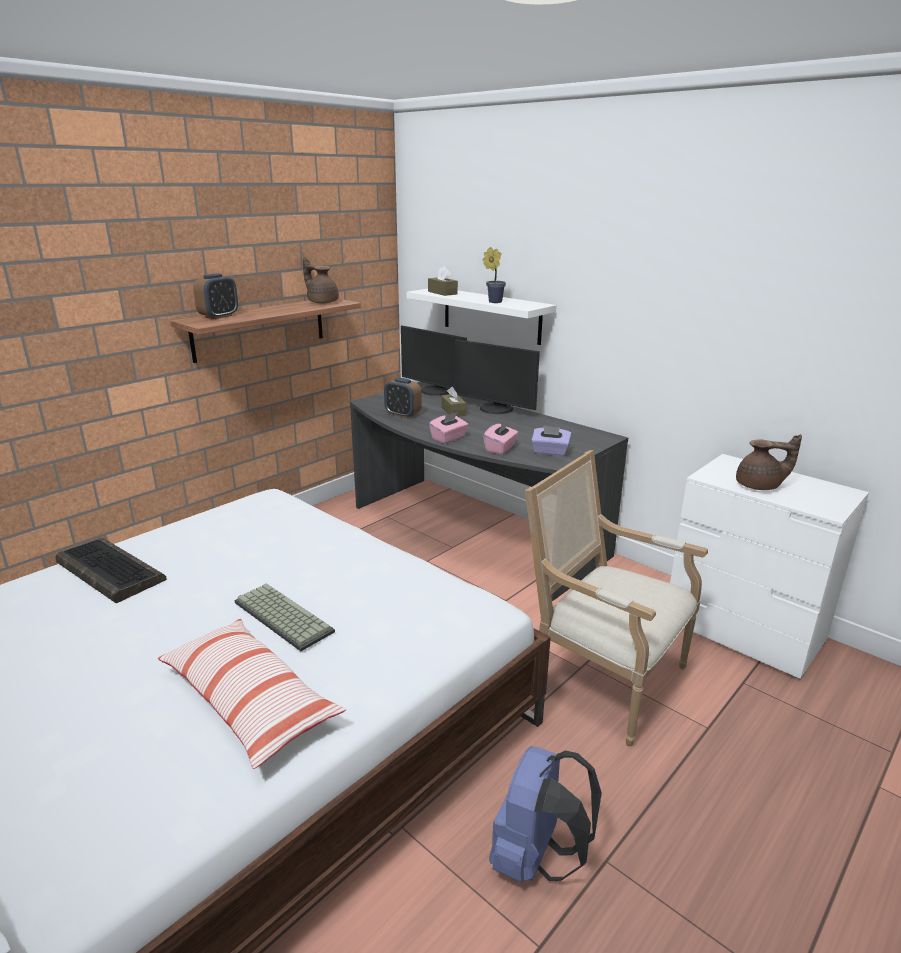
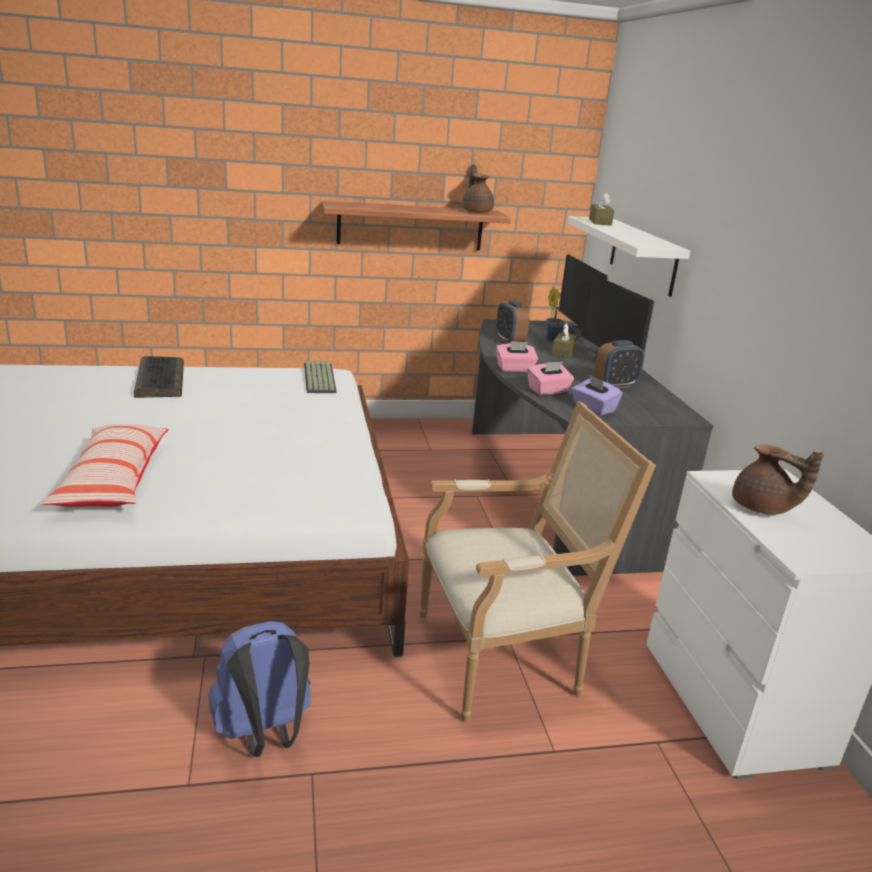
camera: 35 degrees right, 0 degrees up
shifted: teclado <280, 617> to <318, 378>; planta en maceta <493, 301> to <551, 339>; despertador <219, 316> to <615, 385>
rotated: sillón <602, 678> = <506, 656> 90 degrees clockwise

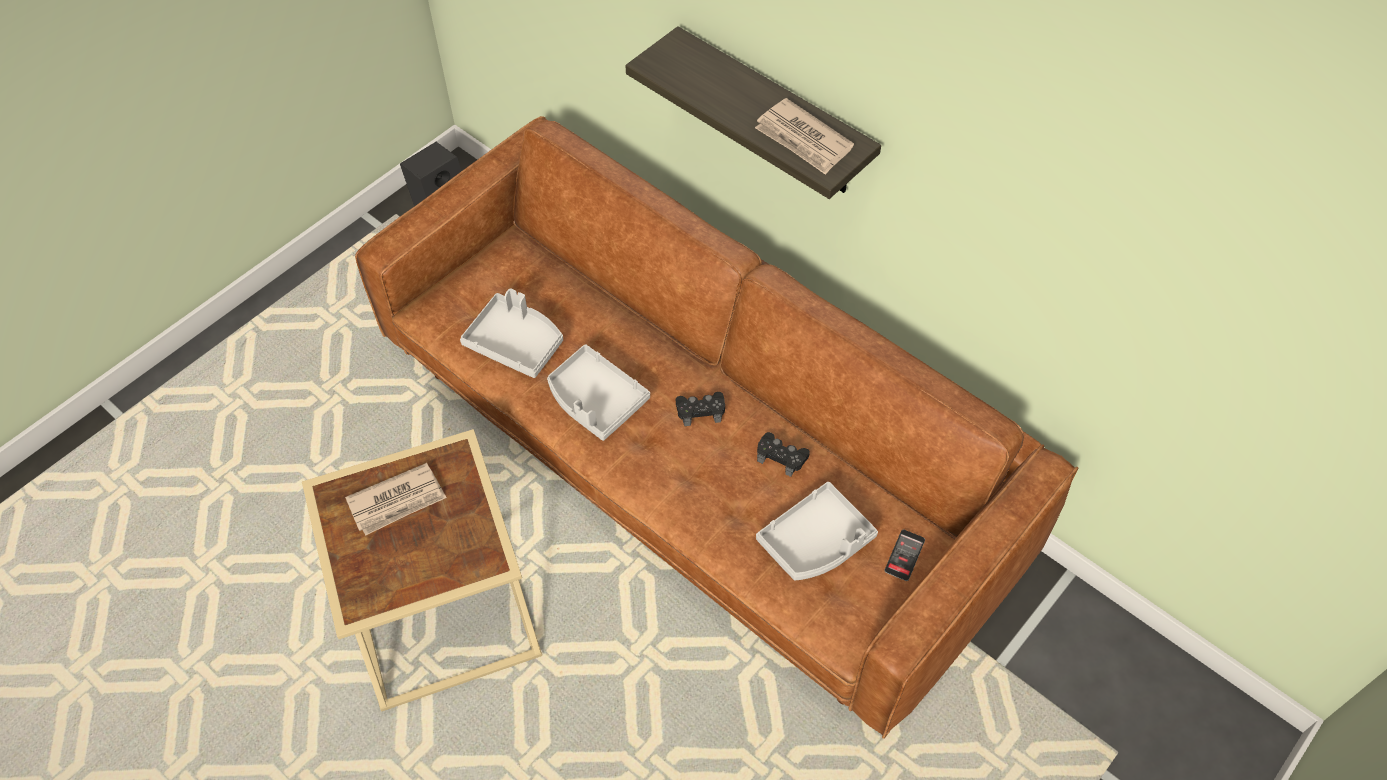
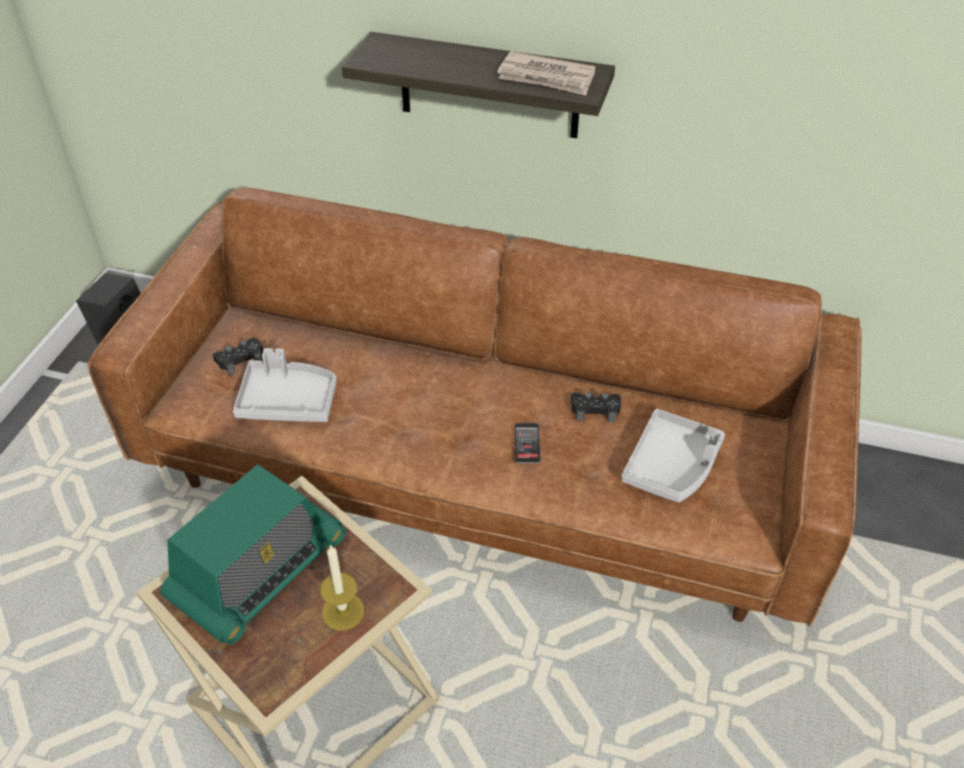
camera: 25 degrees left, 10 degrees down
gone: bandeja [gris] <595, 400>
new: vela <343, 611>
shifted: mando de consola [negro] <700, 411> to <240, 359>; móvil <904, 555> to <527, 443>
swapped: periódico <397, 501> to radio <258, 570>

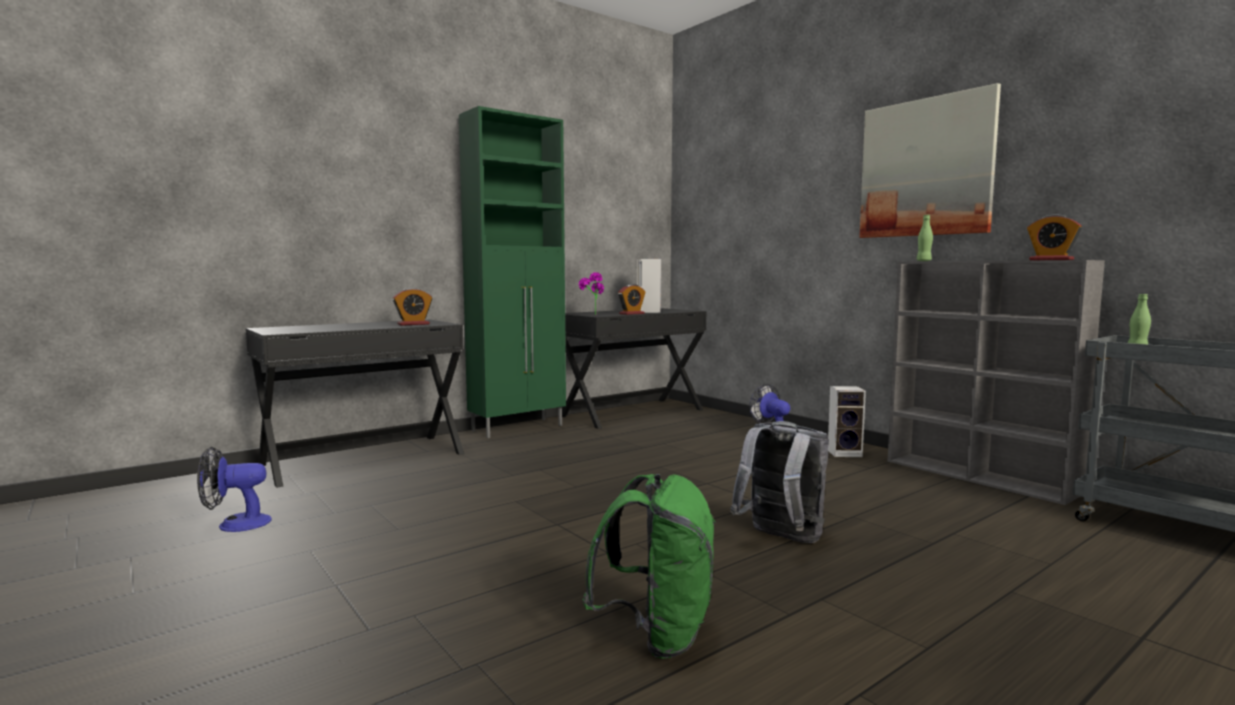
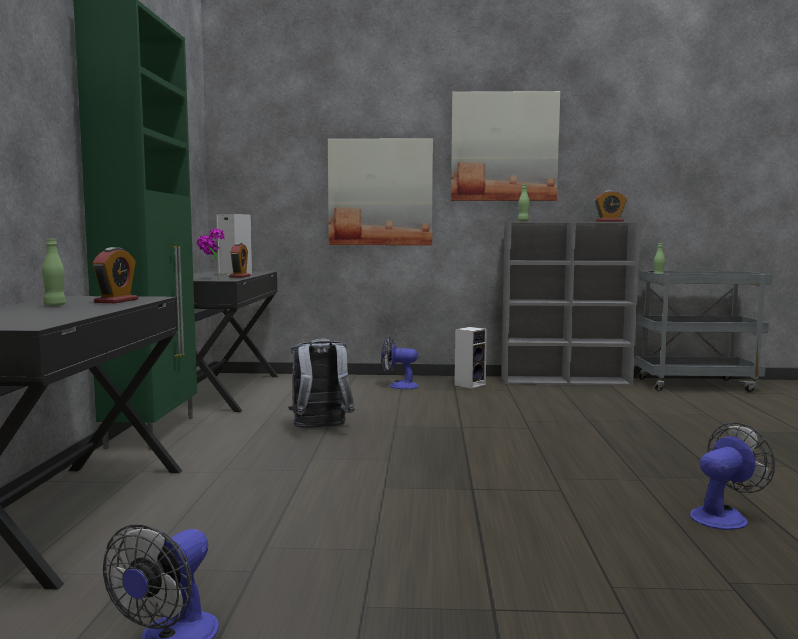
camera: 50 degrees left, 0 degrees up
new: botella [verde] <55, 305>; cuadro <380, 192>
shifted: mochila [gris] <781, 539> to <320, 429>
swapped: mochila [verde] <657, 635> to ventilador <724, 516>

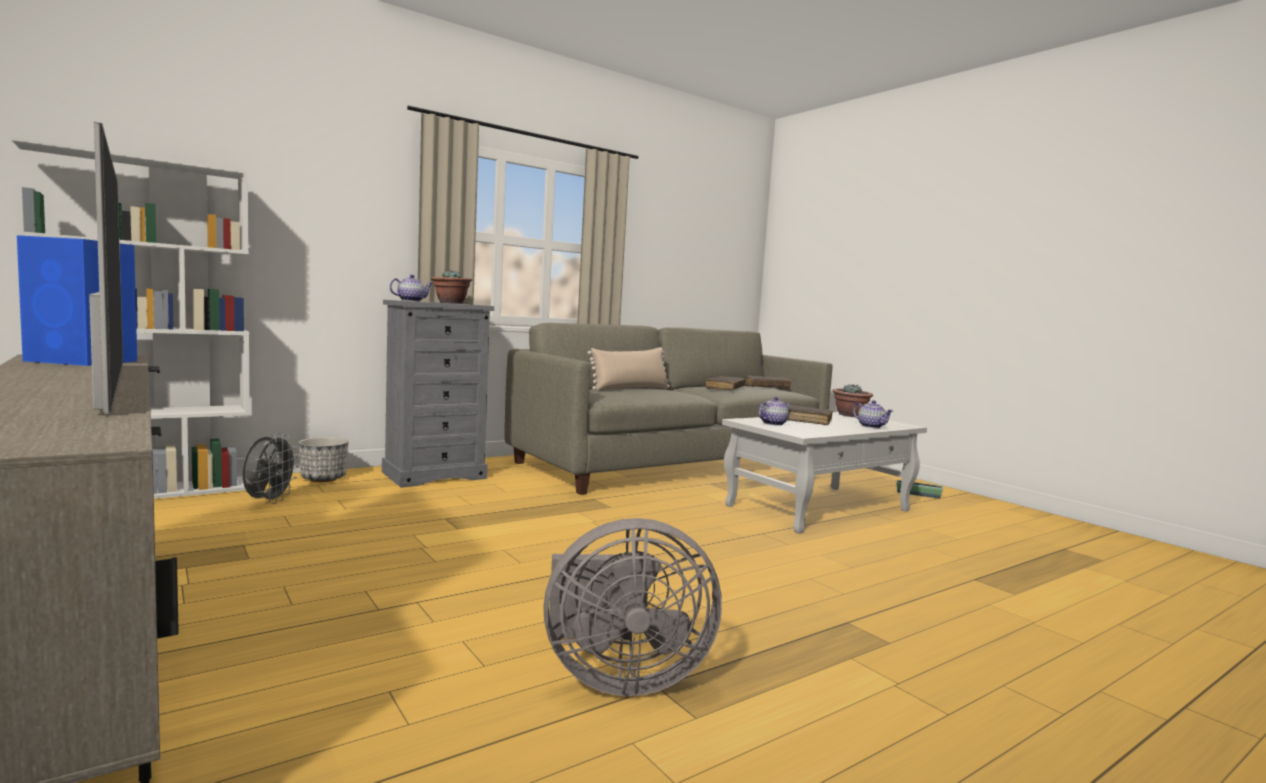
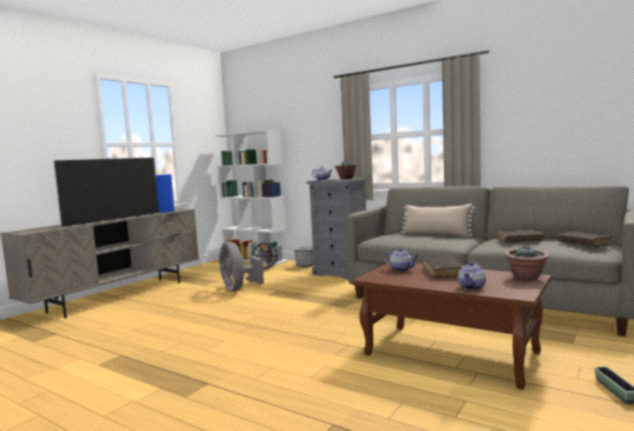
camera: 70 degrees right, 0 degrees up
shifted: ventilador [gris] <619, 678> to <238, 289>
repainted: mesa de centro [blanco] <819, 508> to mesa de centro [marrón] <452, 353>

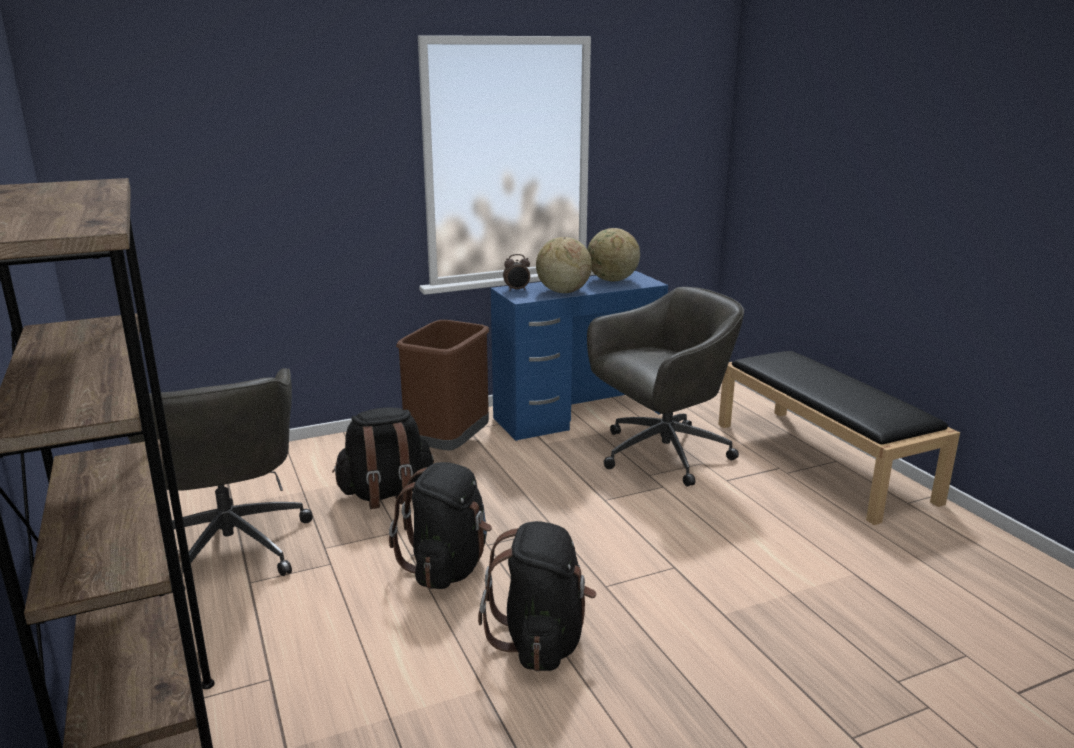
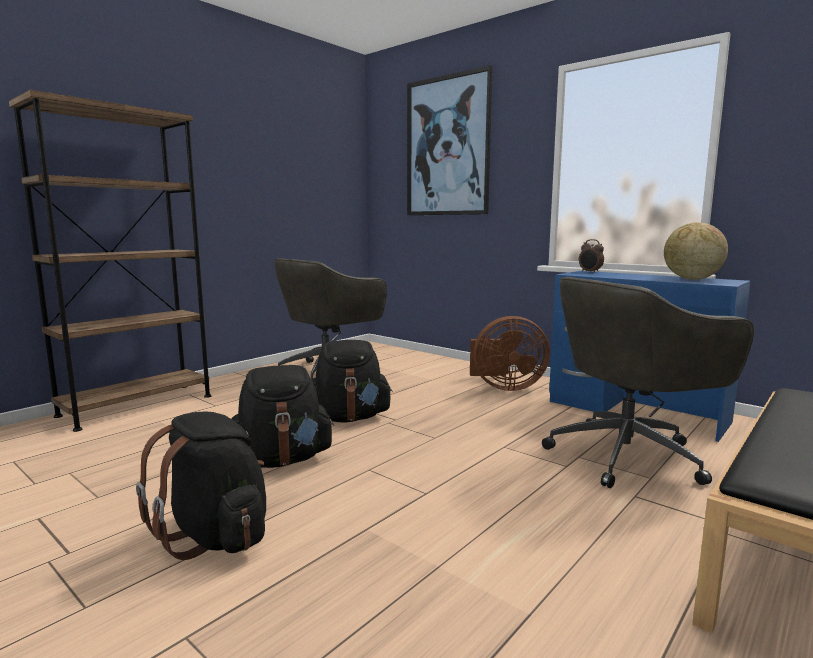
camera: 65 degrees right, 10 degrees down
gone: globo terráqueo <563, 292>
new: cuadro <447, 146>
shifted: mochila [negro] <386, 494> to <216, 536>
swapped: papelera [marrón] <448, 446> to ventilador [marrón] <505, 387>
rotated: silla de oficina [gris] <660, 455> = <629, 455> 120 degrees clockwise

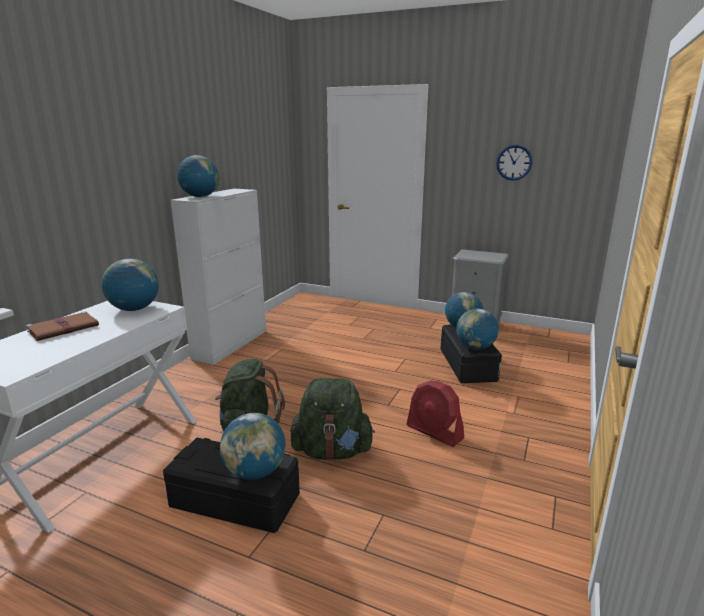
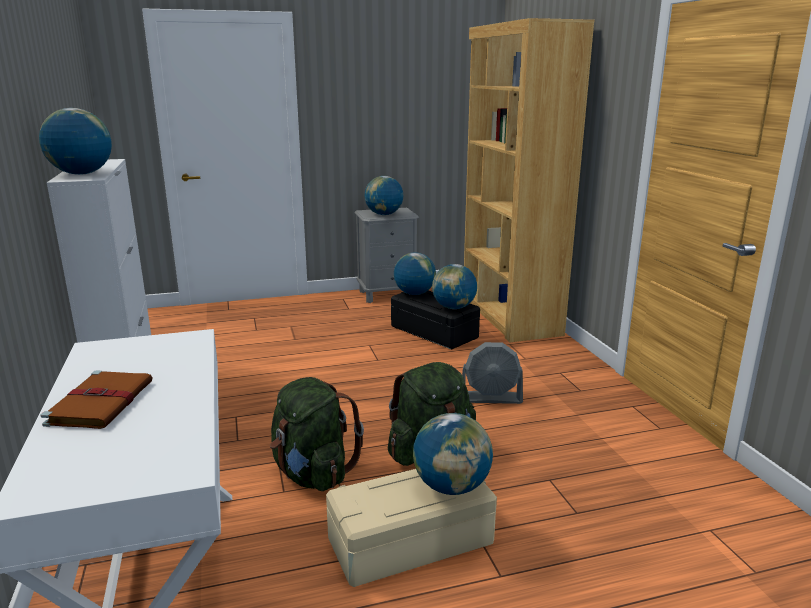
camera: 40 degrees left, 0 degrees up
gone: reloj de pared <514, 162>
new: estantería [marrón] <509, 315>
shifted: globo terráqueo <134, 309> to <384, 214>
repainted: caja de almacenaje [negro] <234, 501> to caja de almacenaje [beis] <410, 543>; ventilador [rojo] <434, 432> to ventilador [gris] <490, 398>

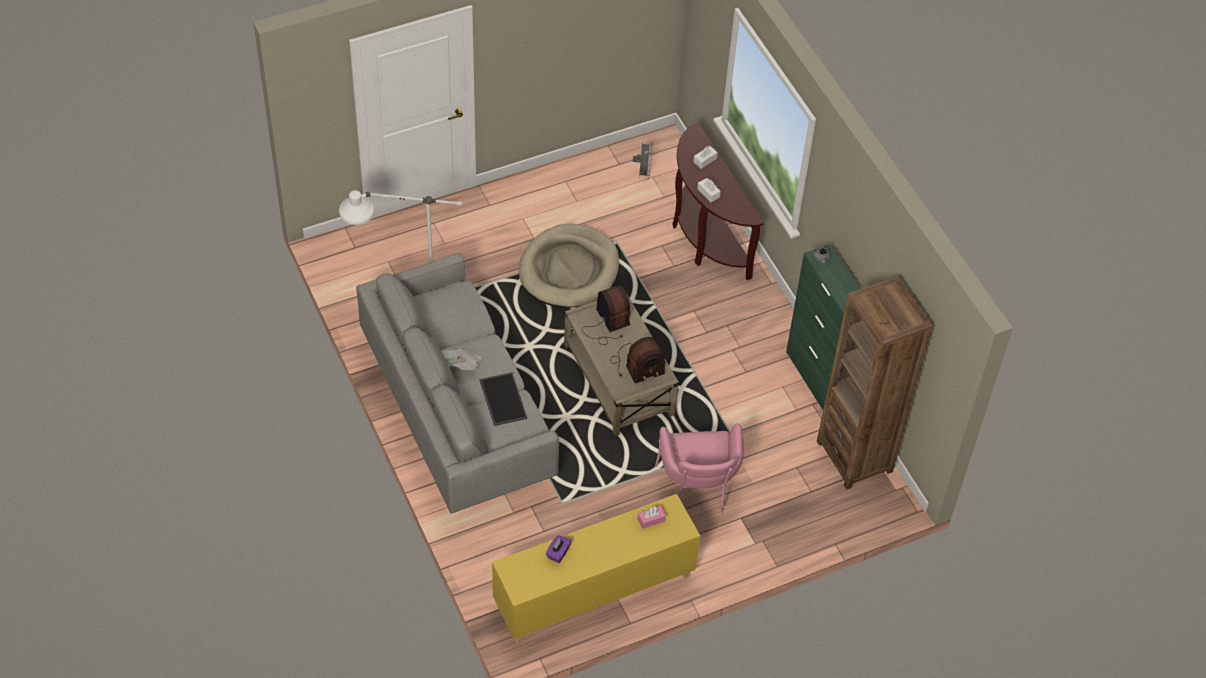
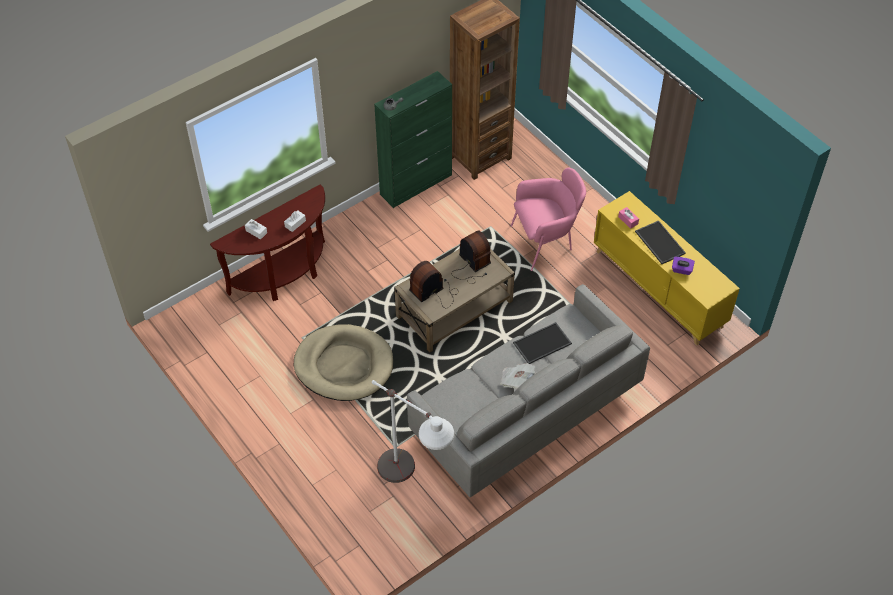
camera: 100 degrees left, 0 degrees up
gone: ventilador [gris] <643, 173>
new: bandeja <659, 242>

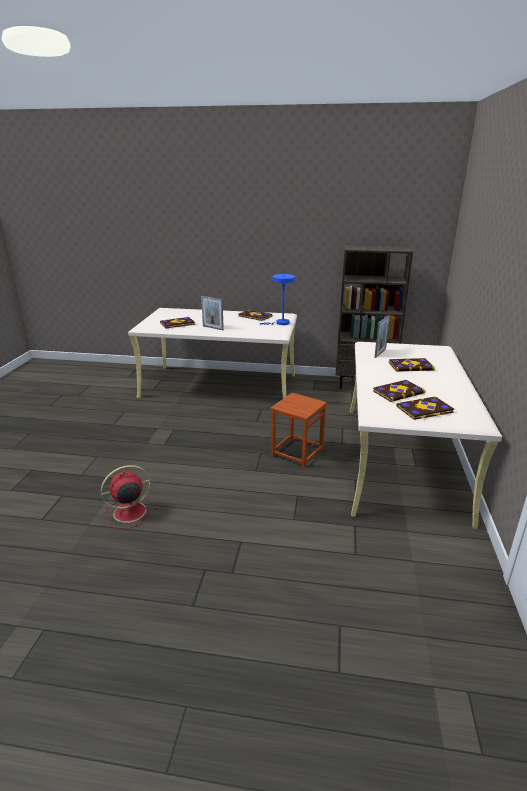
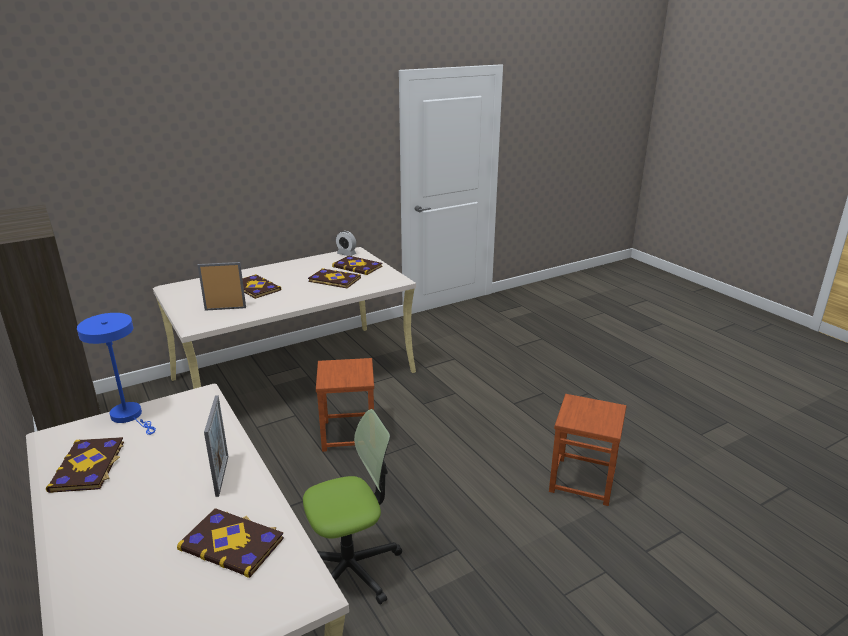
camera: 130 degrees left, 0 degrees up
new: silla de oficina <351, 568>; despertador <346, 254>
swapped: ventilador [rojo] <128, 512> to taburete [marrón] <582, 480>

